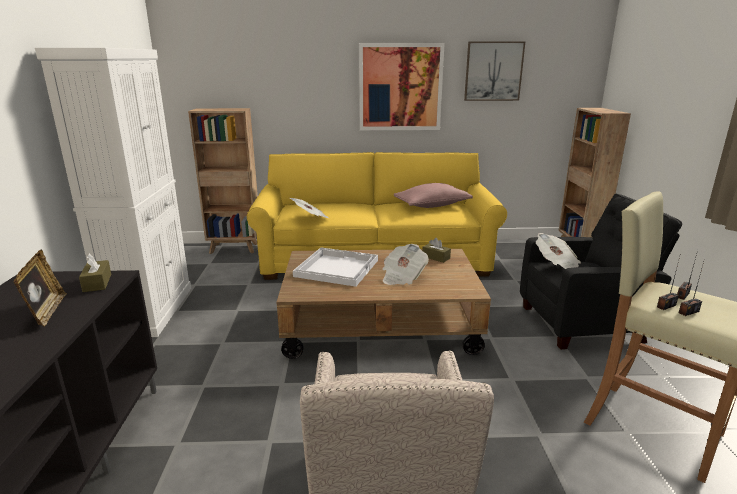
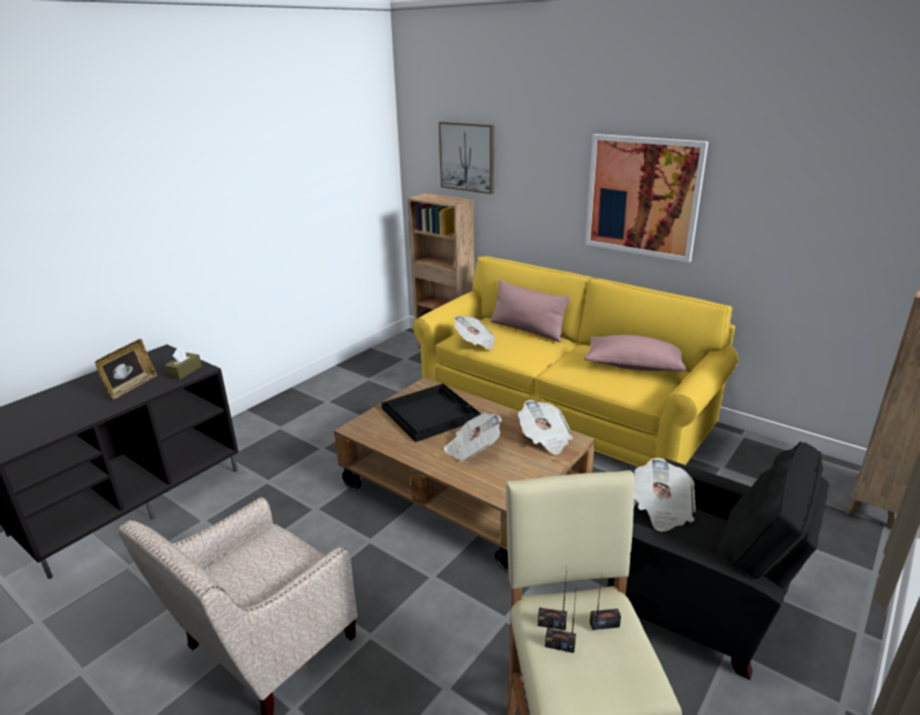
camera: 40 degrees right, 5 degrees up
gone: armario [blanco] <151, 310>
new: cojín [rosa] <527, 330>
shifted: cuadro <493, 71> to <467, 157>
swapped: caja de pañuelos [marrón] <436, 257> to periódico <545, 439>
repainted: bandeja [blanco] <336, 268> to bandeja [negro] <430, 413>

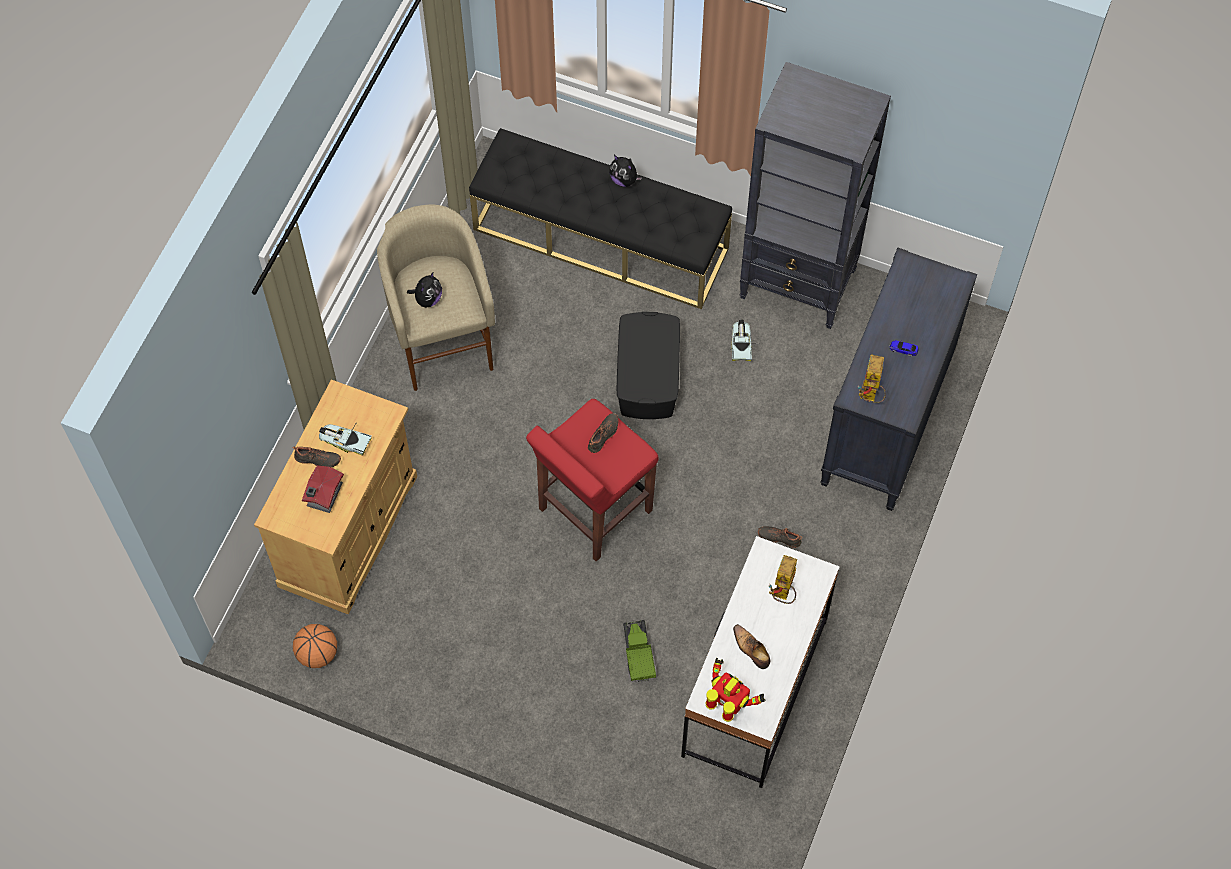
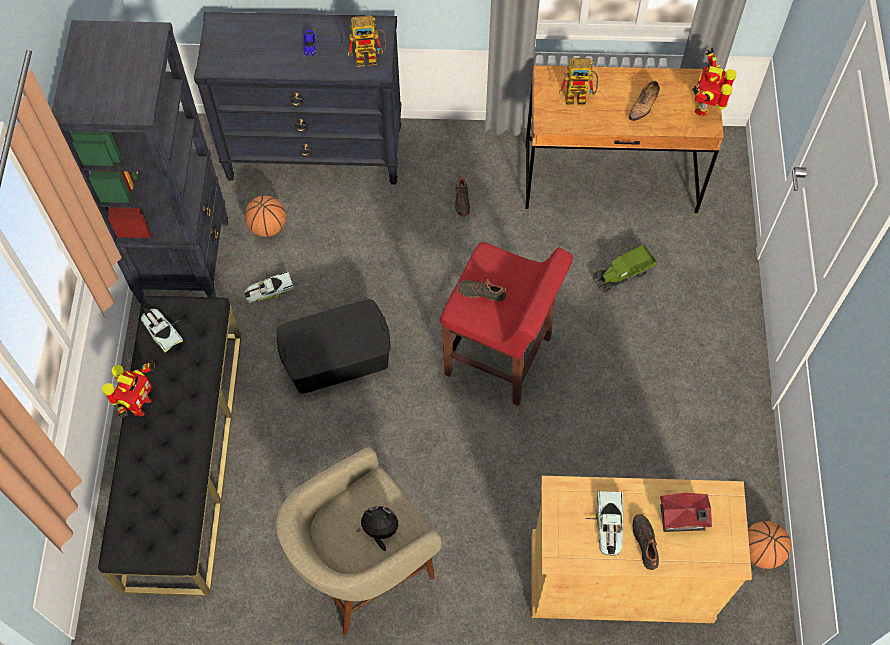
camera: 110 degrees left, 0 degrees up
new: coche de juguete <162, 330>; balón de baloncesto <268, 227>
swapped: peluche <624, 180> to robot de juguete <139, 405>
repainted: escritorio [blanco] <754, 688> to escritorio [marrón] <610, 179>

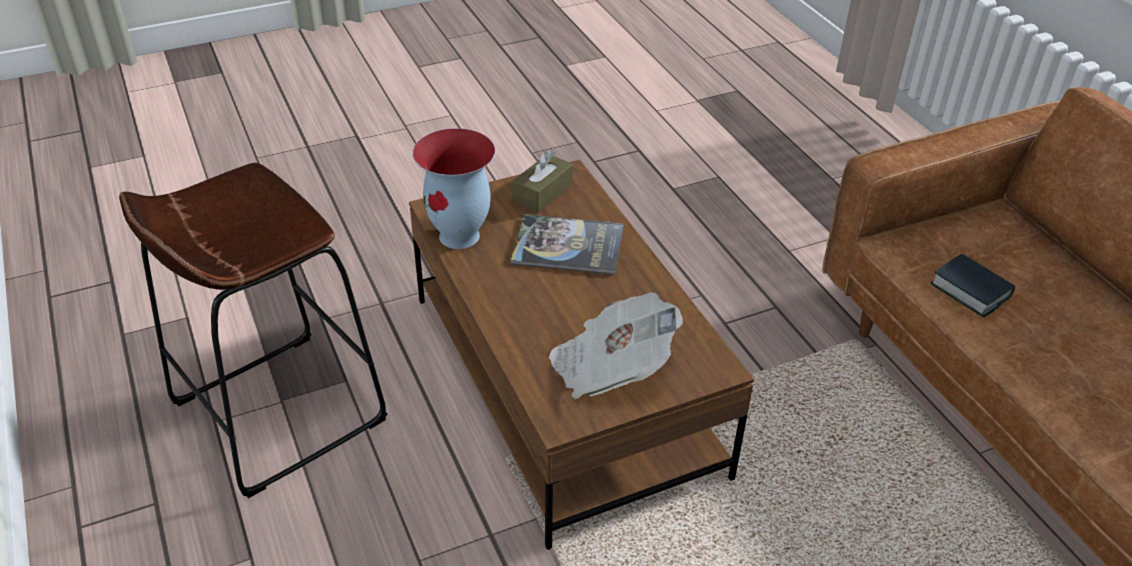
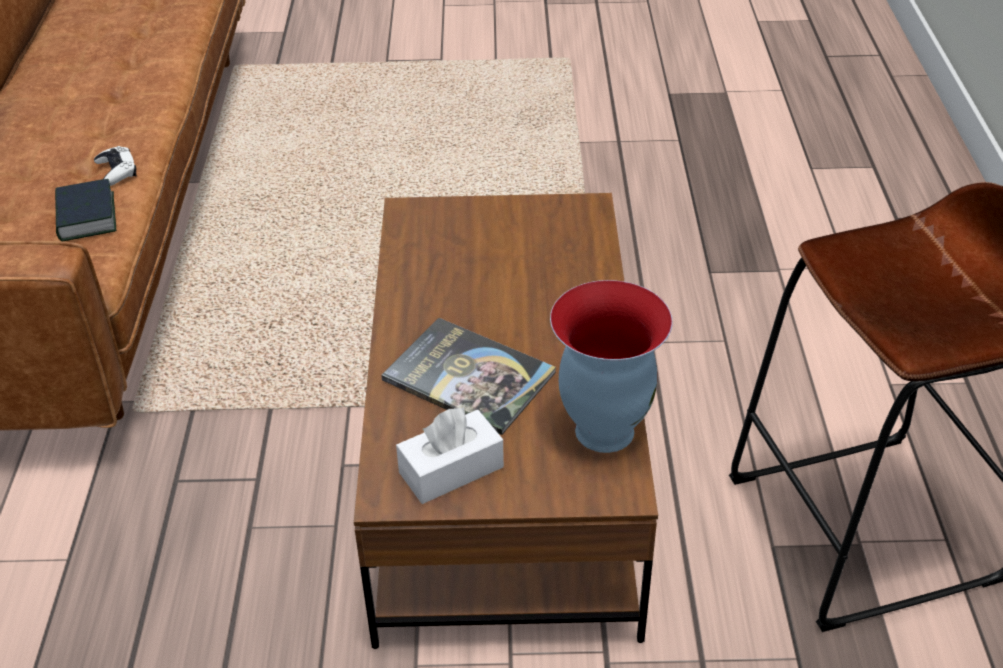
camera: 155 degrees left, 0 degrees up
gone: periódico <611, 368>
new: mando de consola [blanco] <117, 171>
repainted: caja de pañuelos [marrón] <542, 193> to caja de pañuelos [blanco] <451, 470>

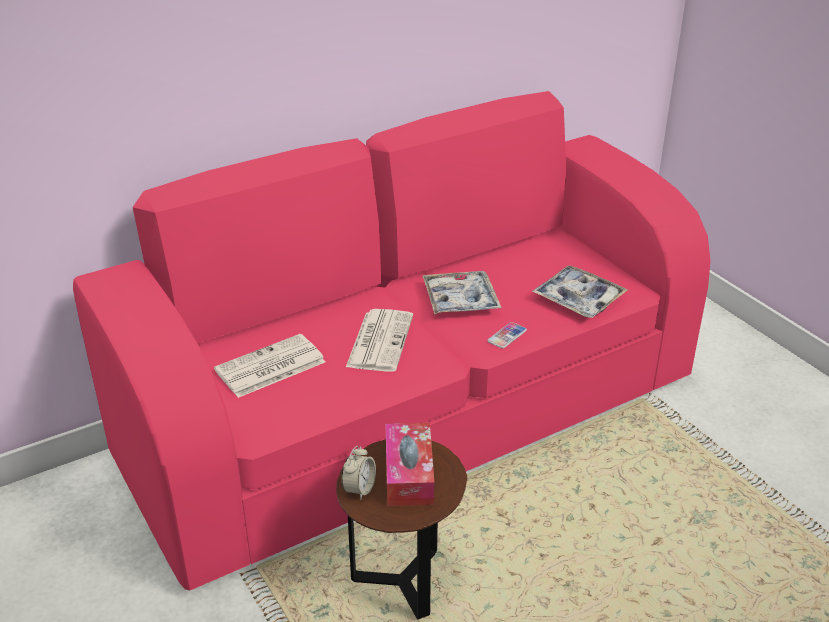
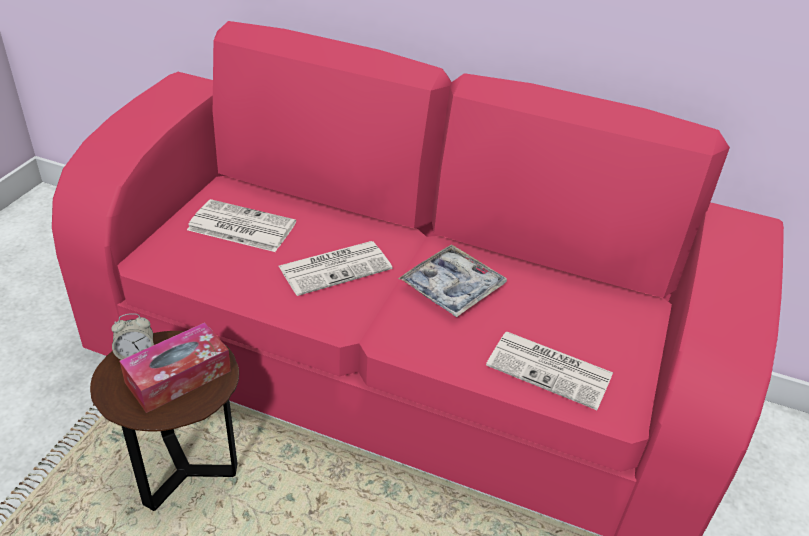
camera: 50 degrees right, 5 degrees up
gone: móvil <507, 336>
swapped: bandeja <578, 299> to periódico <551, 370>

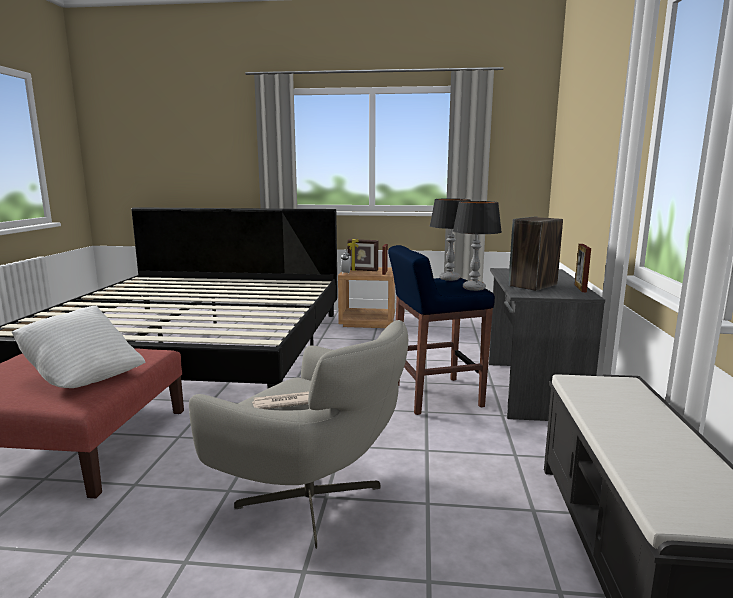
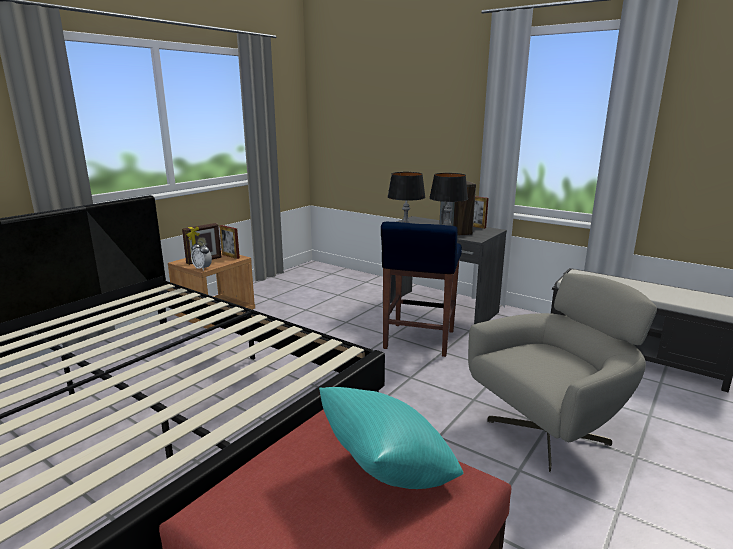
camera: 60 degrees left, 5 degrees up
gone: periódico <283, 403>
repainted: cojín [blanco] <83, 377> to cojín [turquesa] <387, 472>

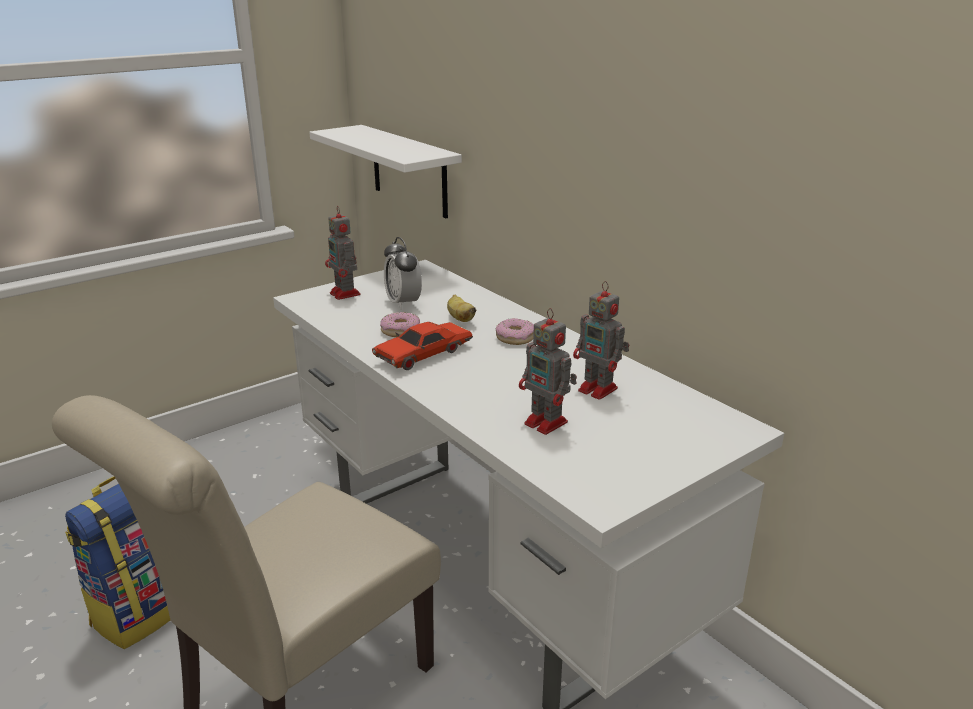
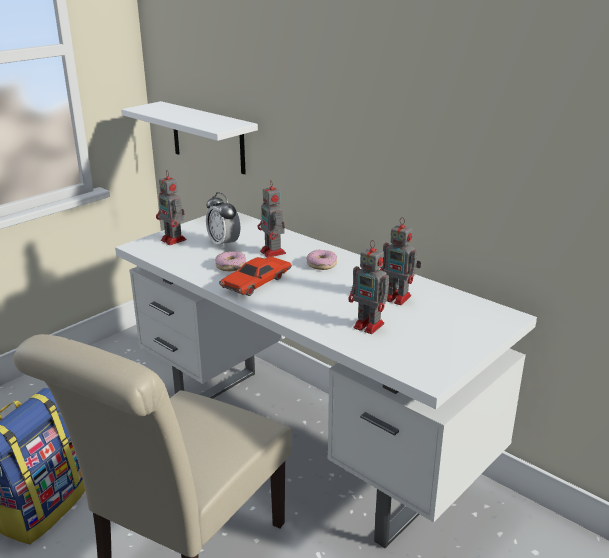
camera: 10 degrees left, 0 degrees up
swapped: plátano <460, 318> to robot de juguete <273, 253>

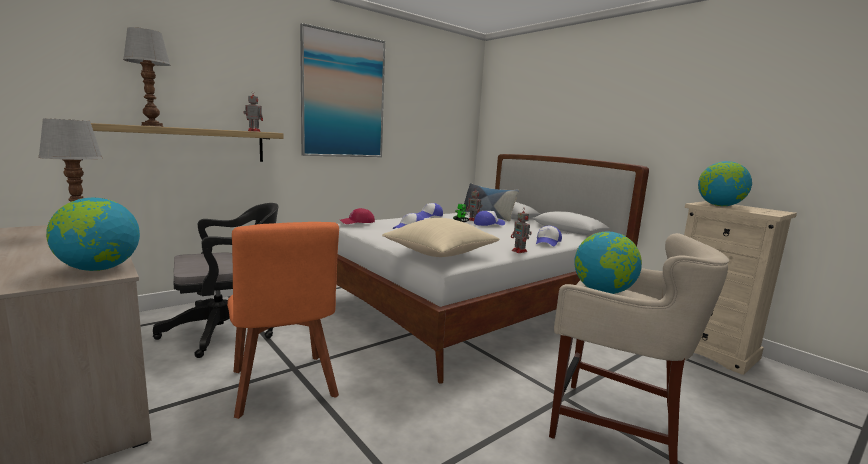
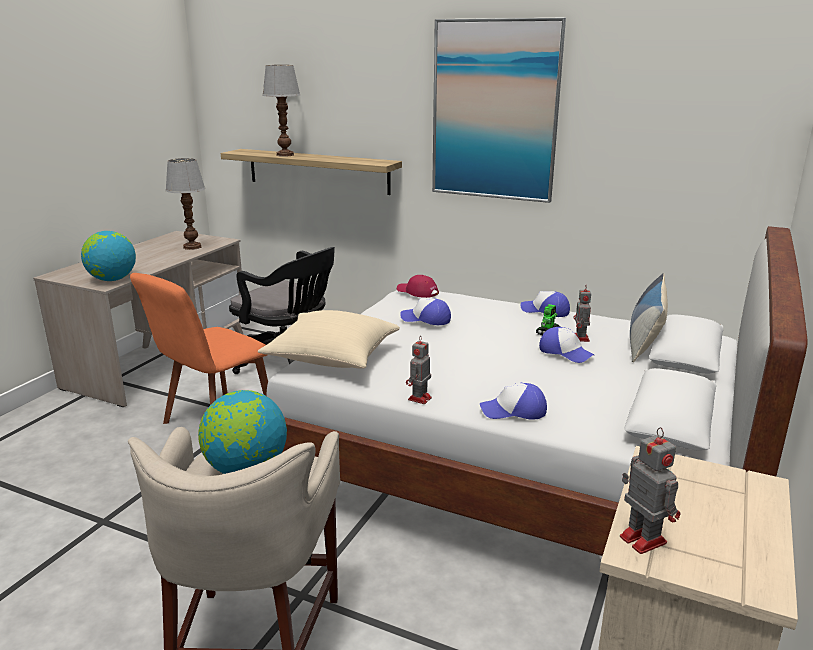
camera: 65 degrees right, 10 degrees up
gone: globo terráqueo <719, 206>
shifted: robot de juguete <253, 131> to <641, 538>

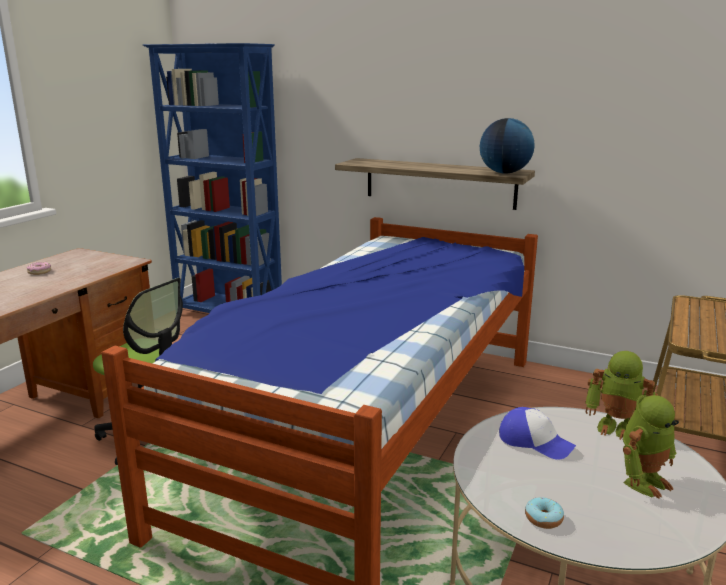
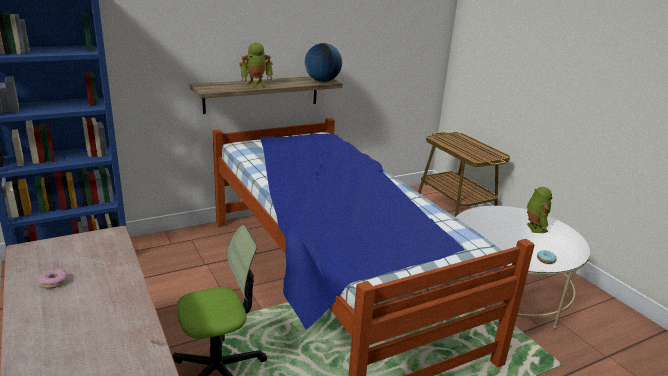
camera: 55 degrees left, 5 degrees up
gone: gorra <535, 442>
shifted: robot de juguete <616, 427> to <256, 85>

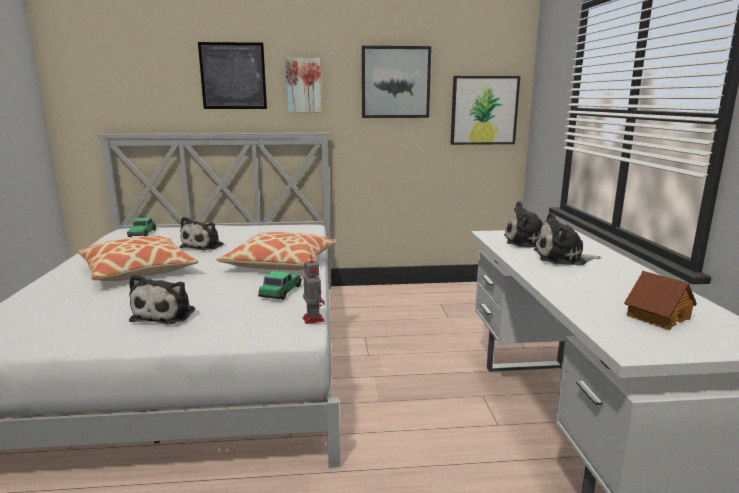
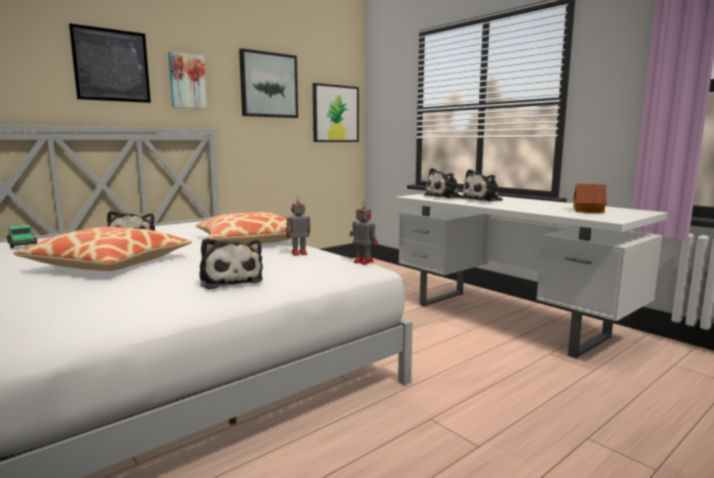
camera: 35 degrees left, 5 degrees down
swapped: coche de juguete <281, 291> to robot de juguete <298, 253>

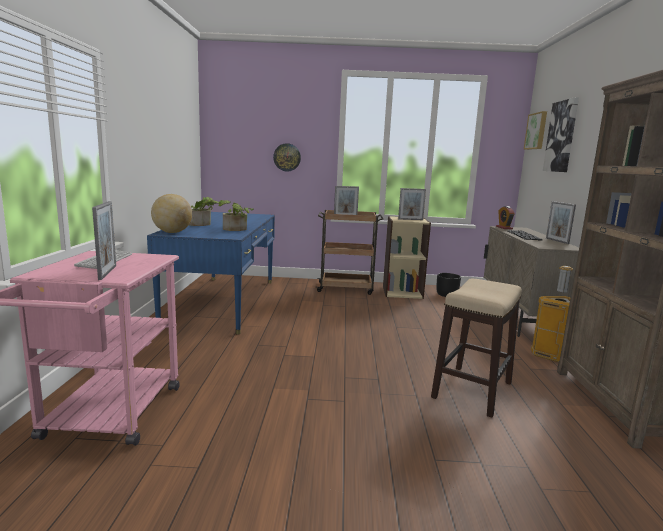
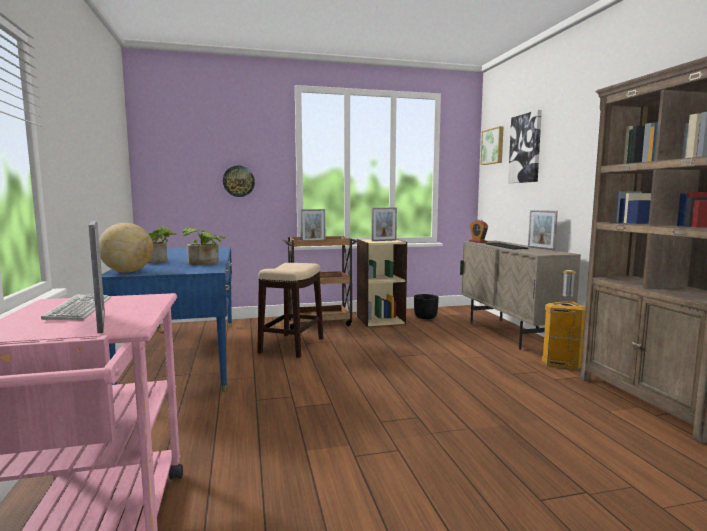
camera: 15 degrees left, 5 degrees down
shifted: taburete <472, 390> to <291, 345>

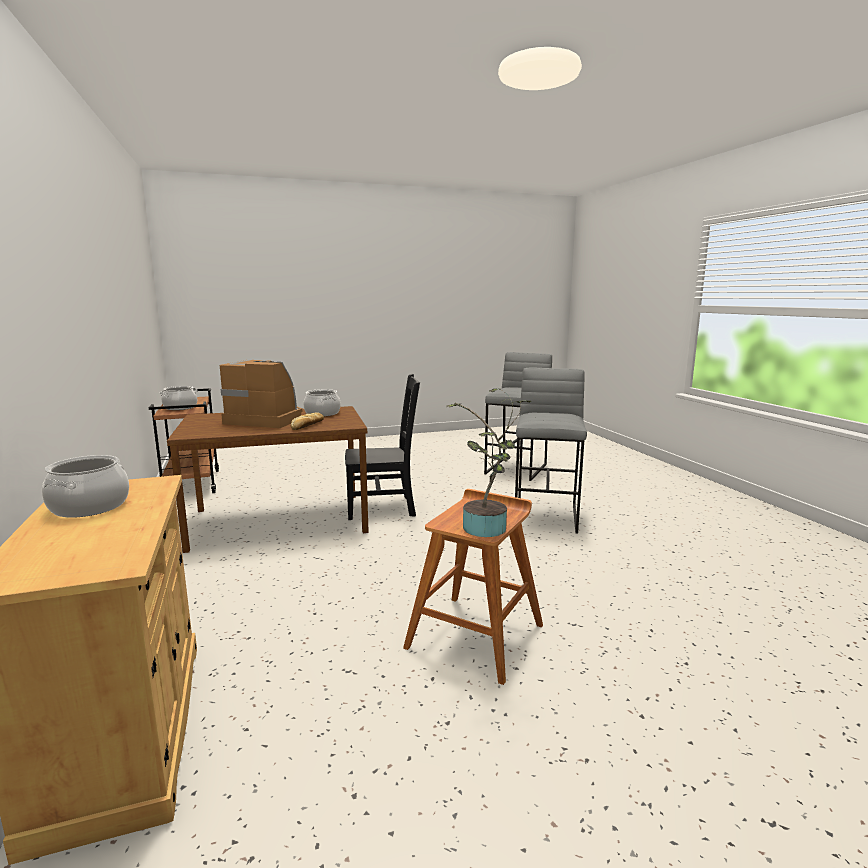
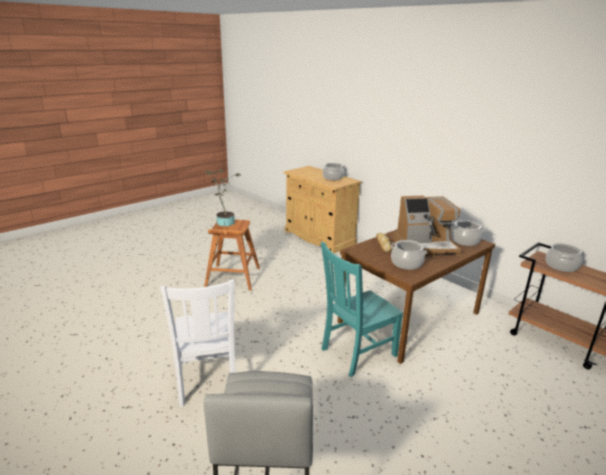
camera: 155 degrees right, 10 degrees up
new: olla <464, 241>
swapped: taburete [gris] <547, 516> to silla [blanco] <207, 381>
repainted: silla [negro] <383, 508> to silla [turquesa] <356, 353>

